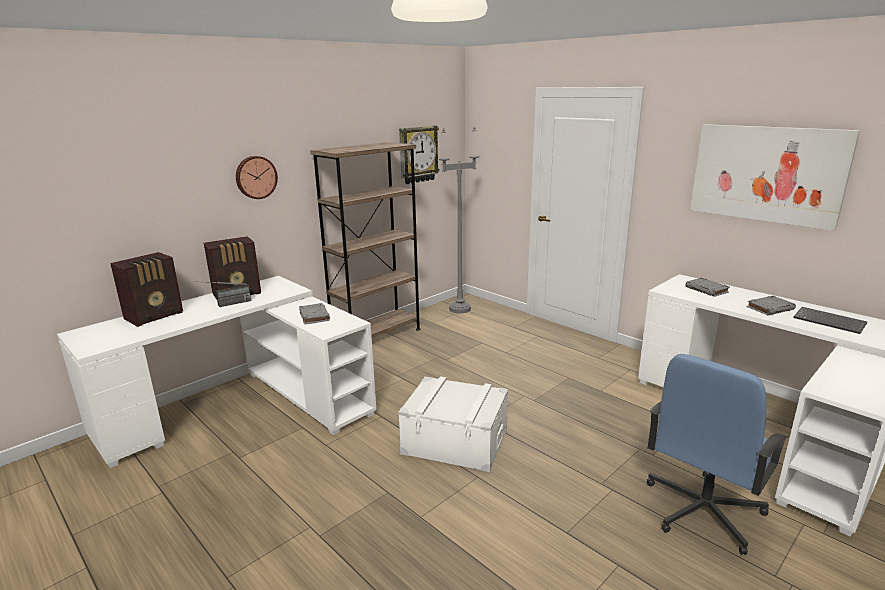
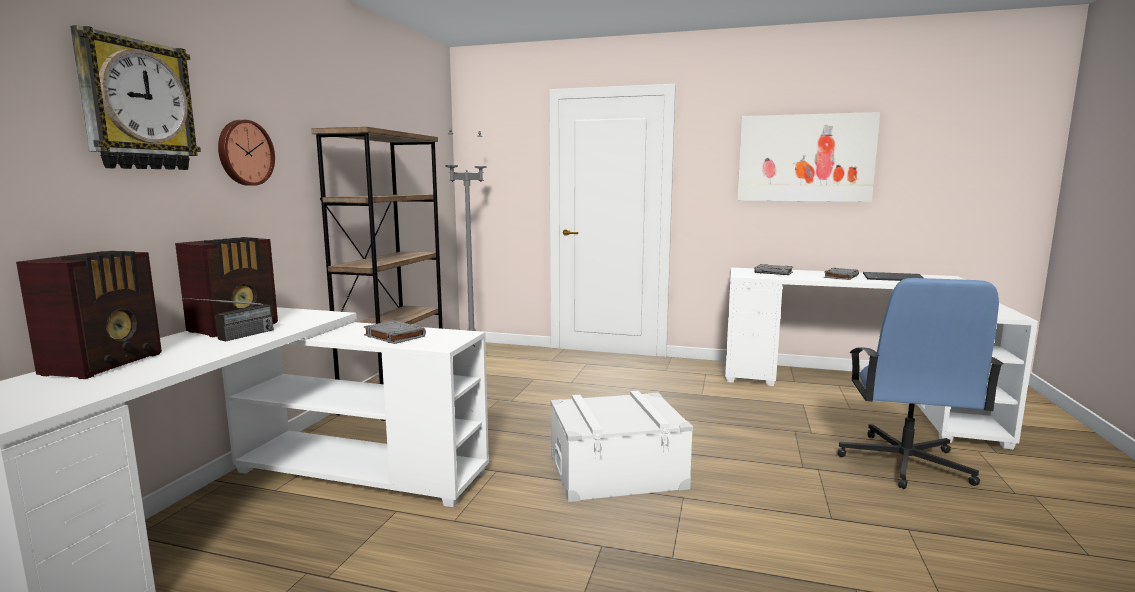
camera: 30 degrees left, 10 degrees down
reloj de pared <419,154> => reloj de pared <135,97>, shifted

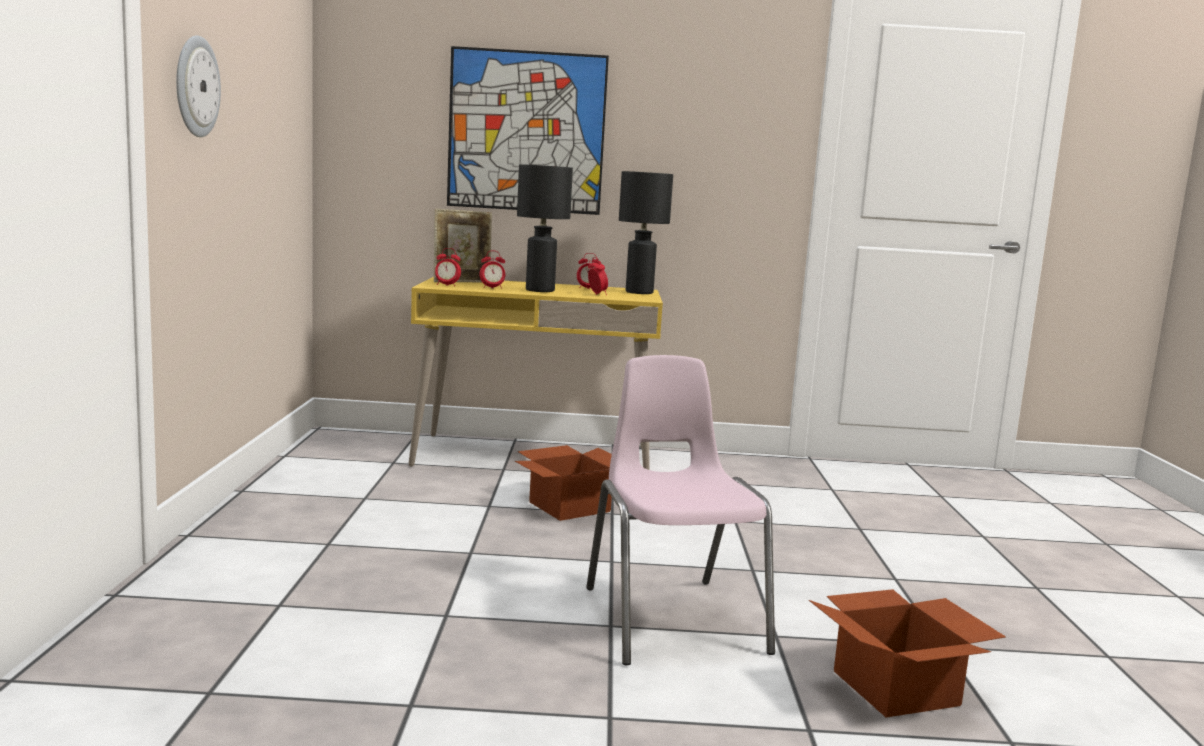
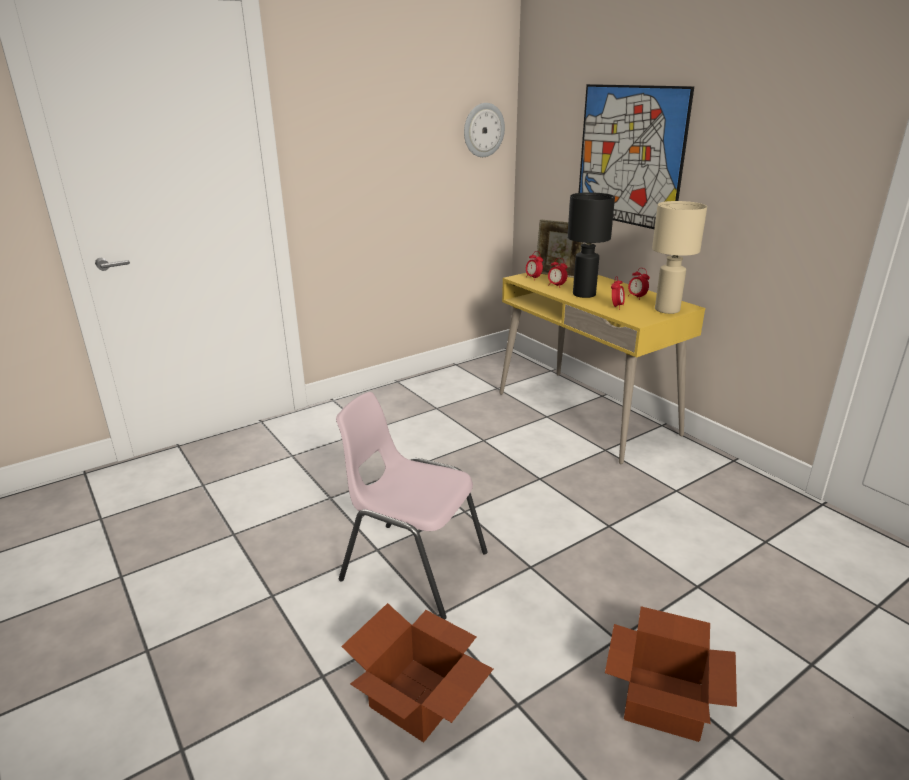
camera: 55 degrees right, 15 degrees up
silla (rosa) <680,510> => silla (rosa) <412,506>, 105 degrees counterclockwise
reloj de pared <198,86> => reloj de pared <484,130>, shifted
caja de cartón <563,483> => caja de cartón <671,674>, shifted
lámpara de mesa (negro) <646,232> => lámpara de mesa (beis) <679,257>

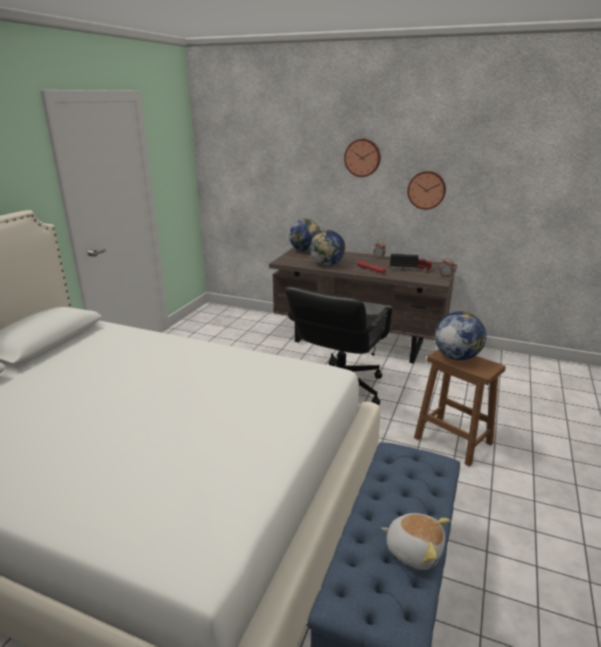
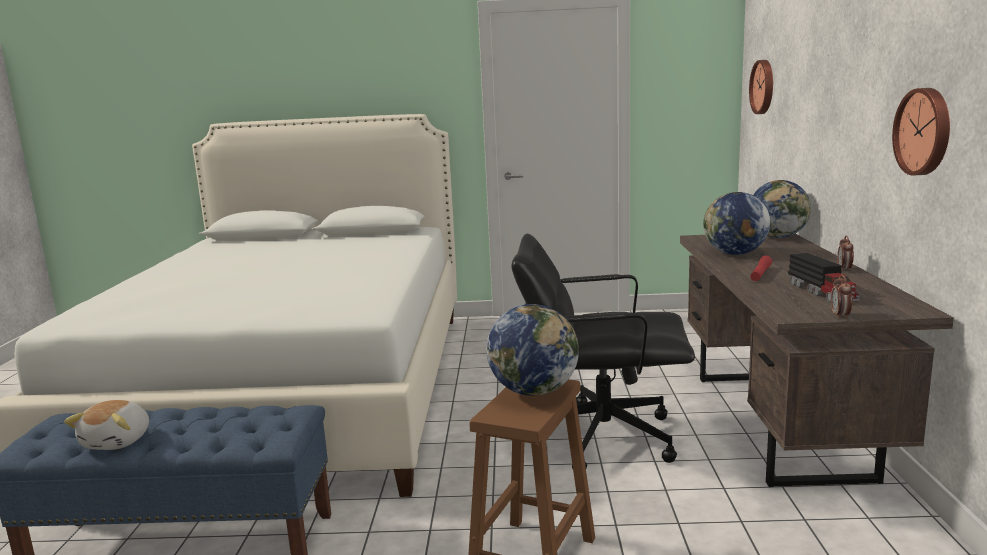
camera: 70 degrees right, 10 degrees down
reloj de pared <362,158> => reloj de pared <761,87>, shifted

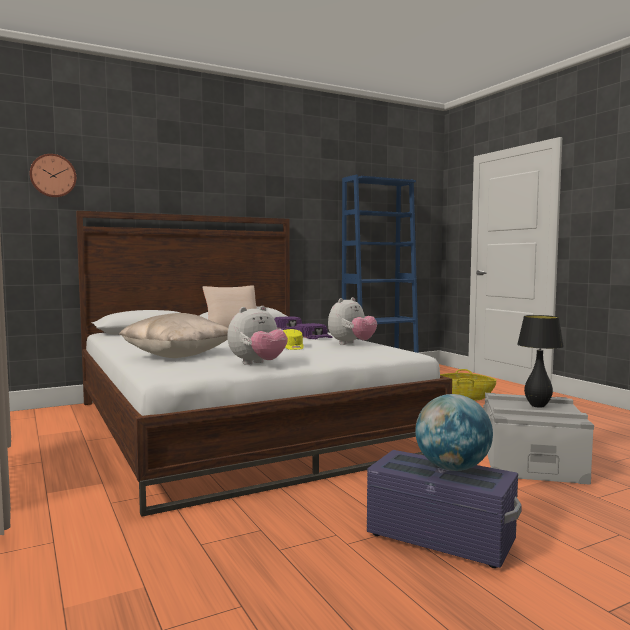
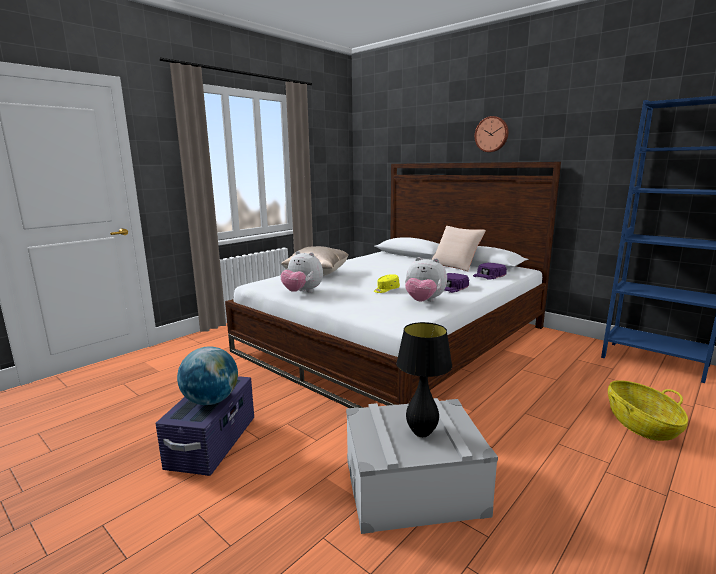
camera: 70 degrees right, 10 degrees up
reloj de pared <53,176> => reloj de pared <491,134>, shifted

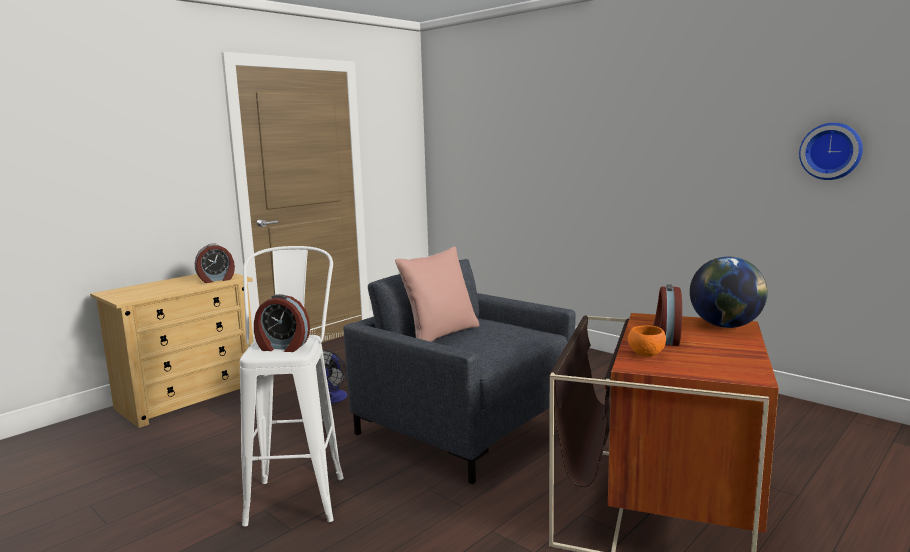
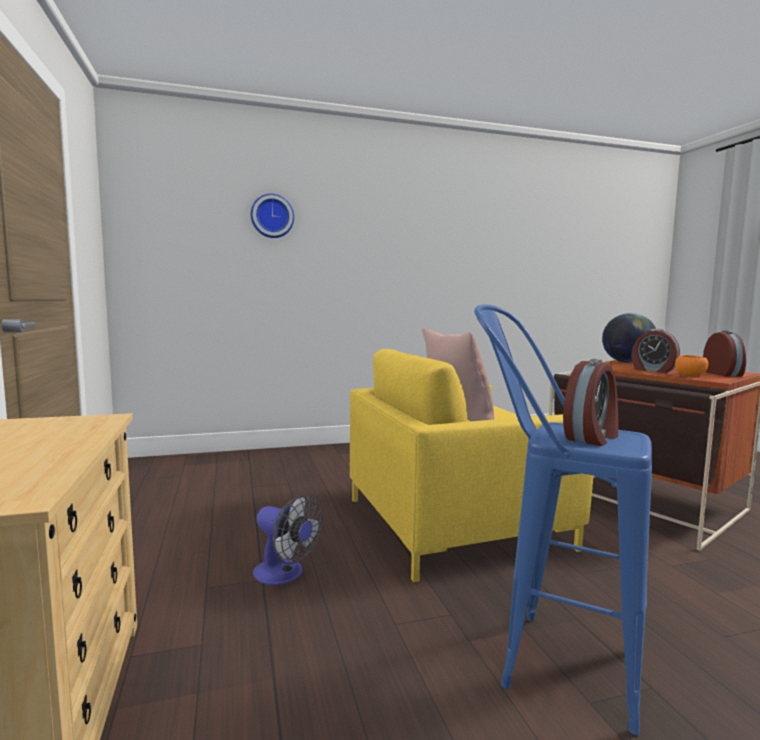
camera: 60 degrees left, 5 degrees down
reloj de pared <831,151> => reloj de pared <272,216>, shifted
sillón (gris) <459,371> => sillón (amarillo) <471,465>
taburete (blanco) <292,386> => taburete (azul) <563,519>
despertador <215,263> => despertador <724,354>, shifted

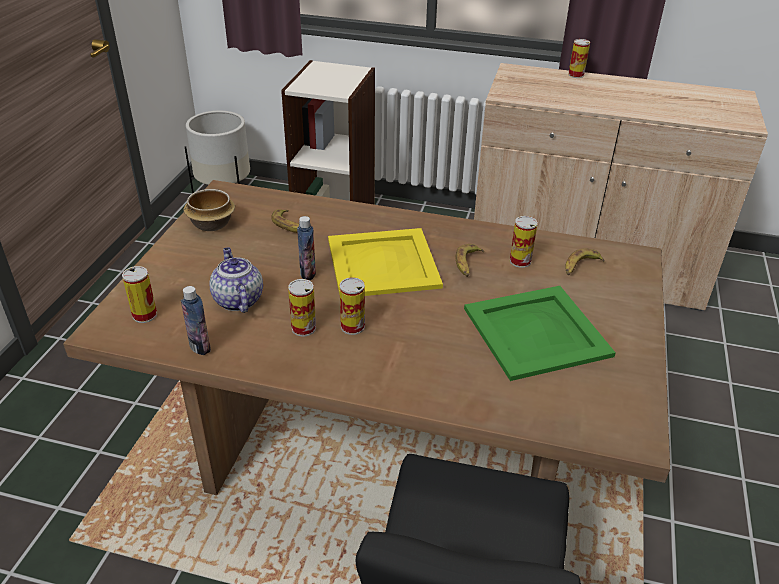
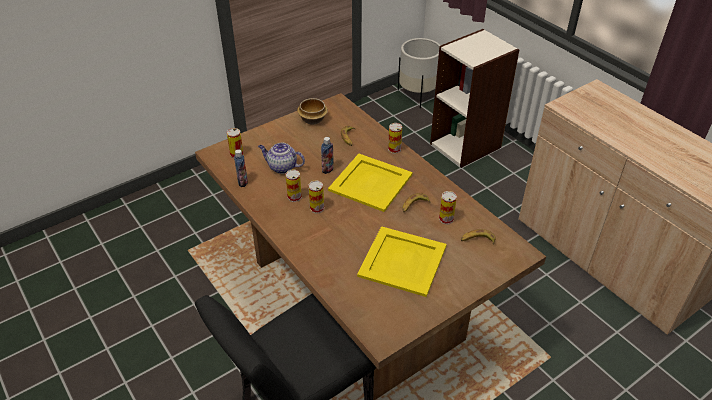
camera: 40 degrees right, 5 degrees up
tetera <236,280> => tetera <281,158>, 90 degrees counterclockwise
bandeja (verde) <540,333> => bandeja (amarillo) <402,261>
lata <579,58> => lata <395,138>, shifted

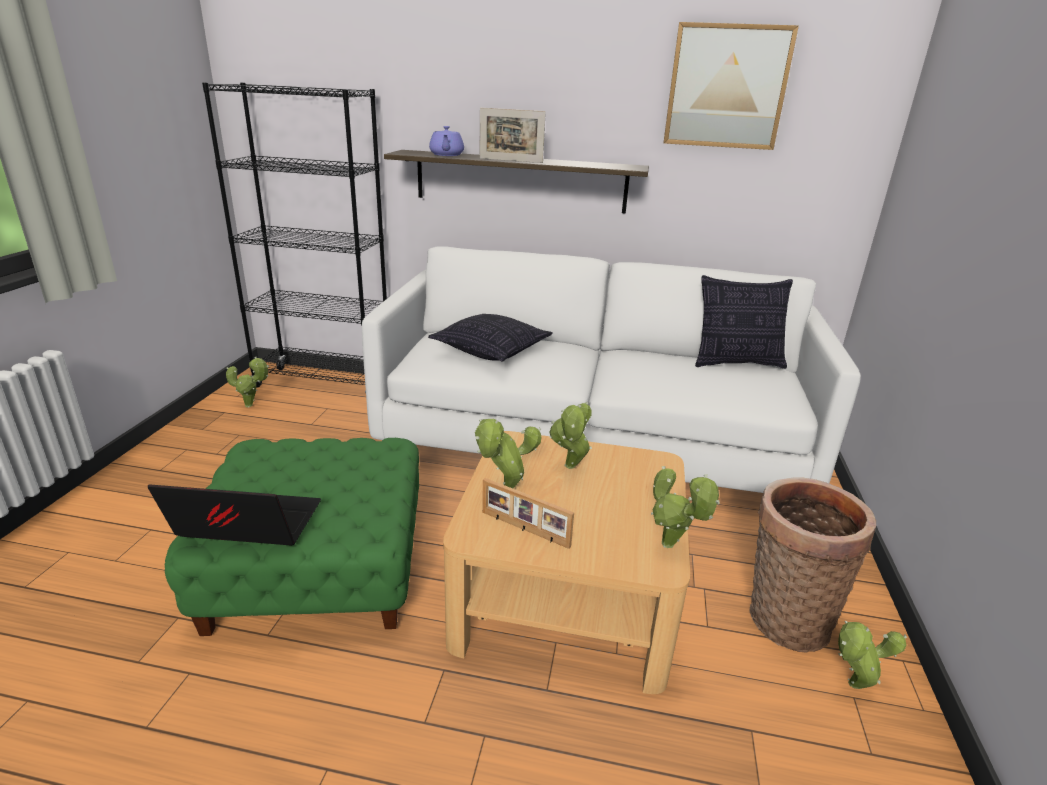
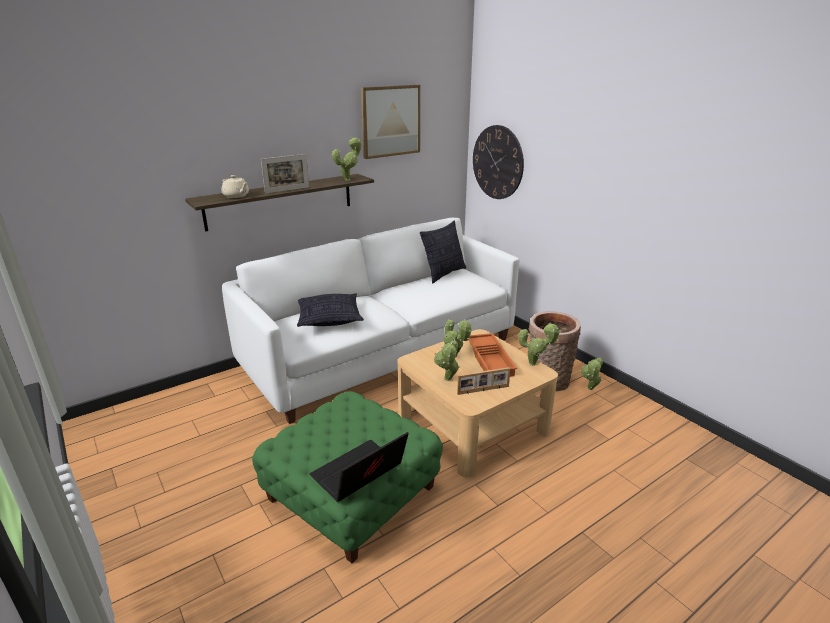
camera: 45 degrees left, 0 degrees up
tetera (morado) <446,141> => tetera (beis) <235,186>
planta en maceta <247,382> => planta en maceta <347,159>, shifted
nothing => bandeja (naranja) <493,355>
nothing => reloj de pared <498,162>
estantería (negro) <294,238> => nothing

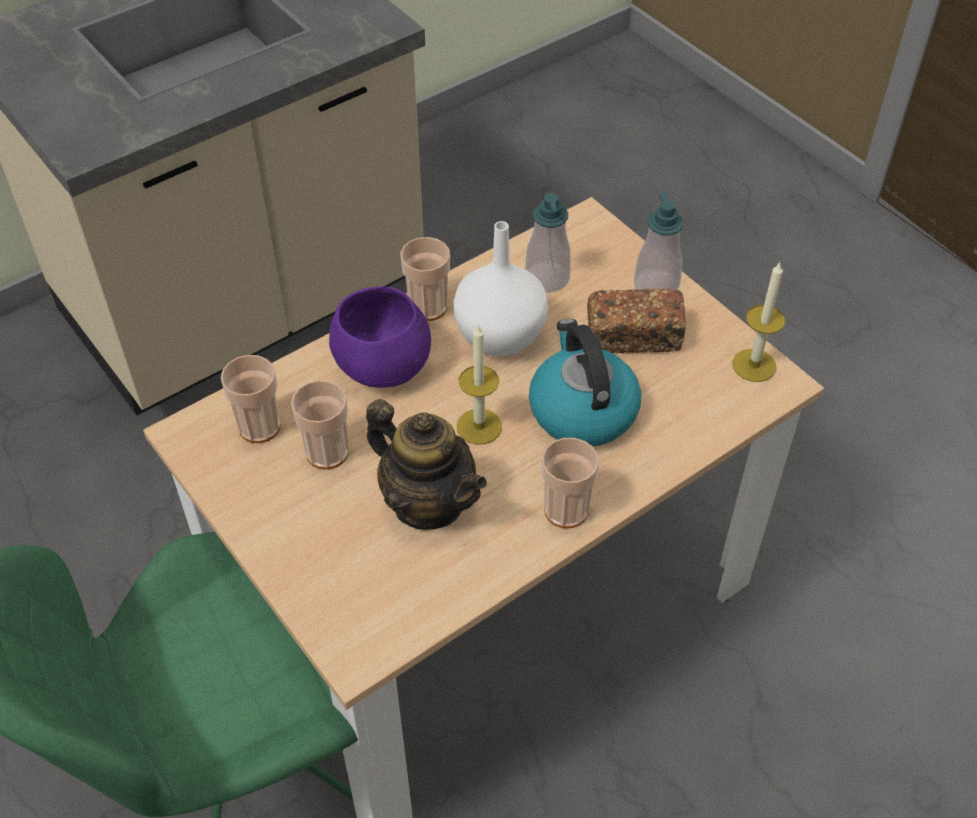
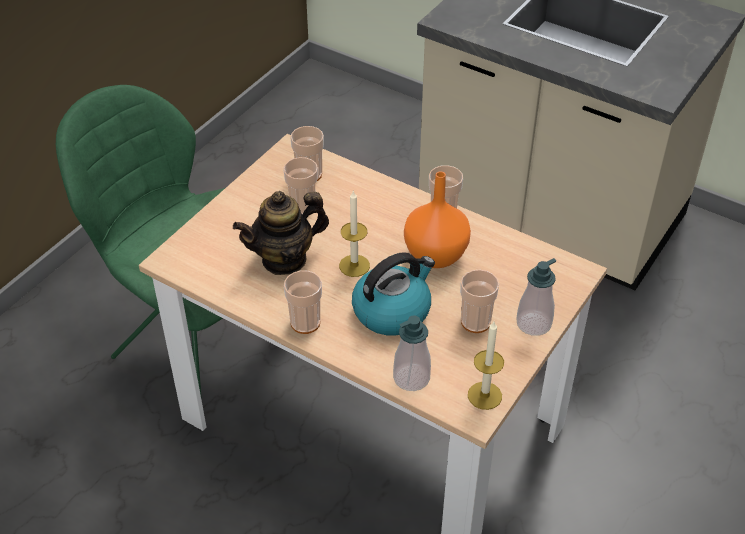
camera: 70 degrees right, 5 degrees down
tetera <426,464> => tetera <281,233>, 45 degrees clockwise
dispensador de jabón <548,243> => dispensador de jabón <412,353>, shifted
florero (blanco) <501,289> => florero (naranja) <437,219>
pan <636,320> => taza <479,301>
cuenco (morado) <380,337> => nothing

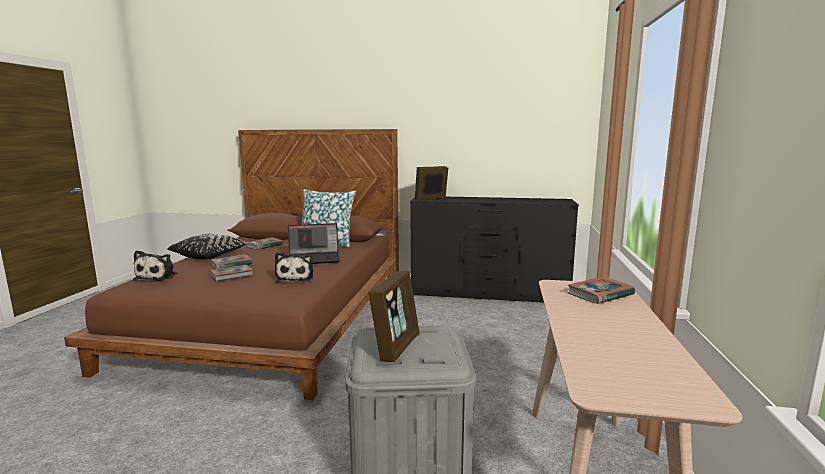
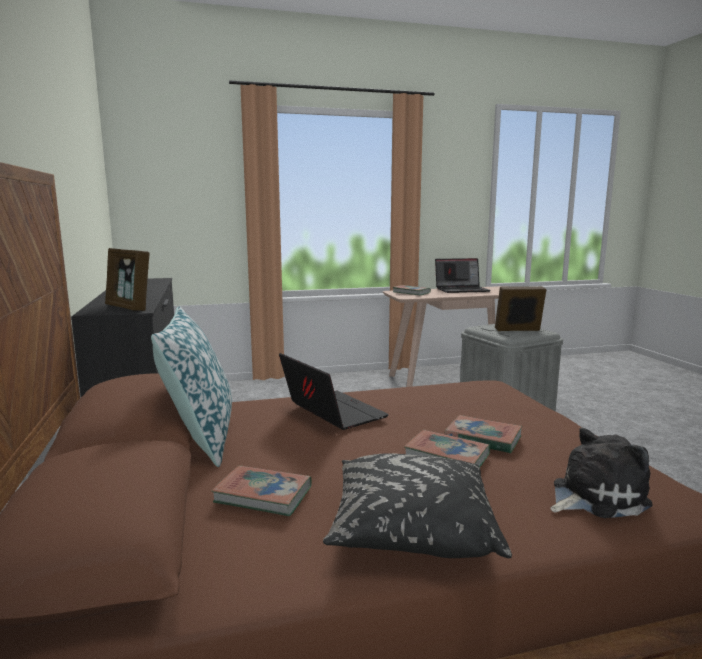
camera: 115 degrees left, 0 degrees up
nothing => portátil <463,275>
peluche <294,267> => nothing

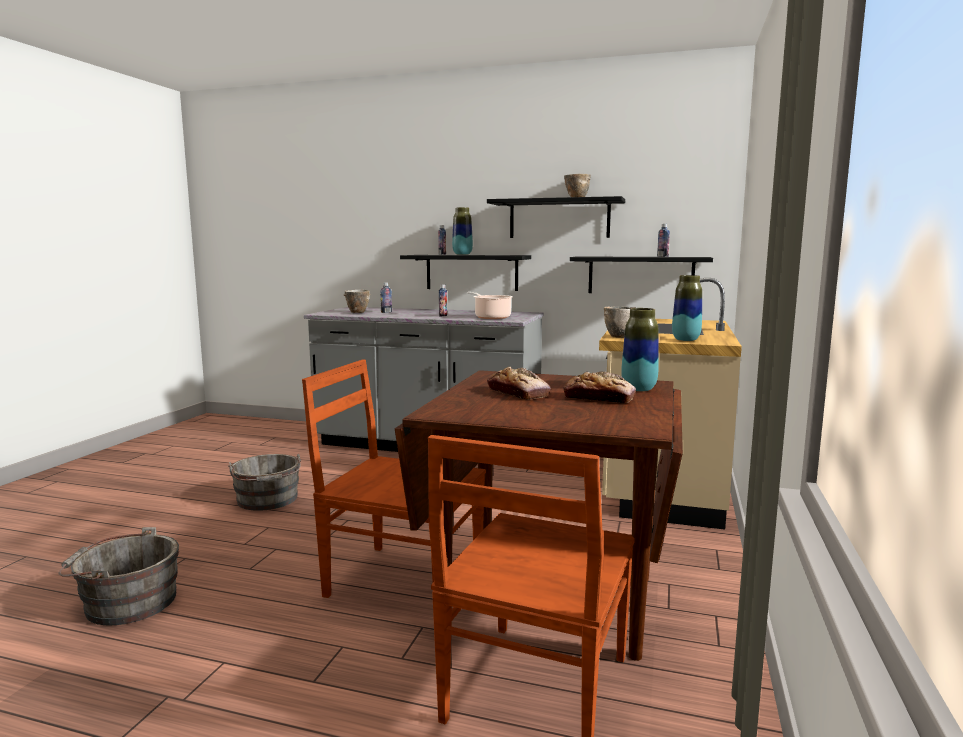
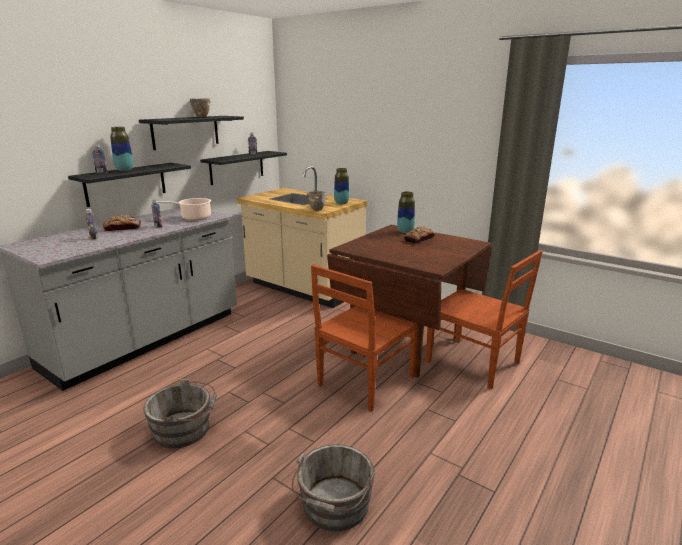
camera: 70 degrees left, 10 degrees up
pan <519,383> => pan <122,223>, shifted
cuenco <357,301> => nothing

